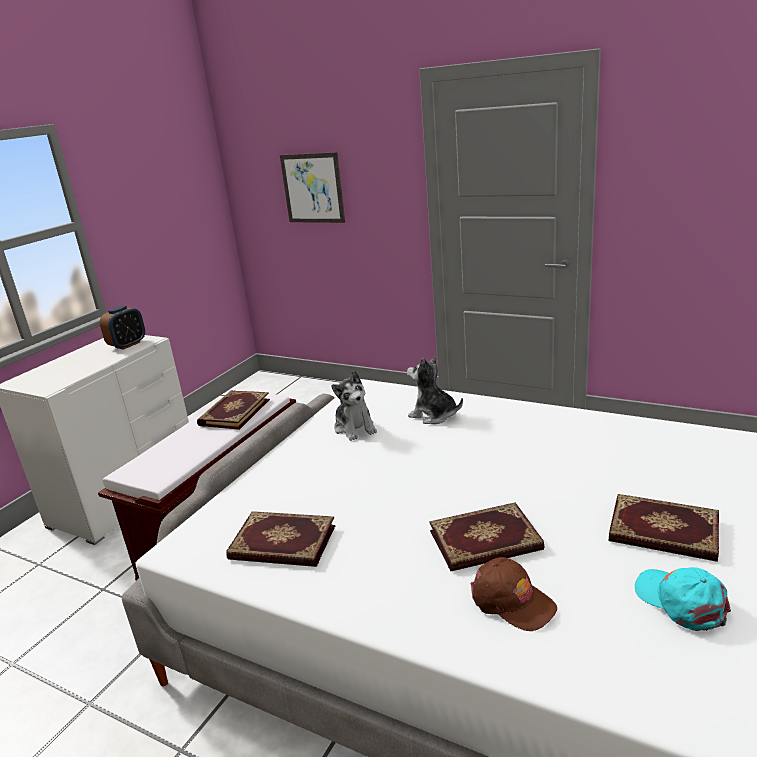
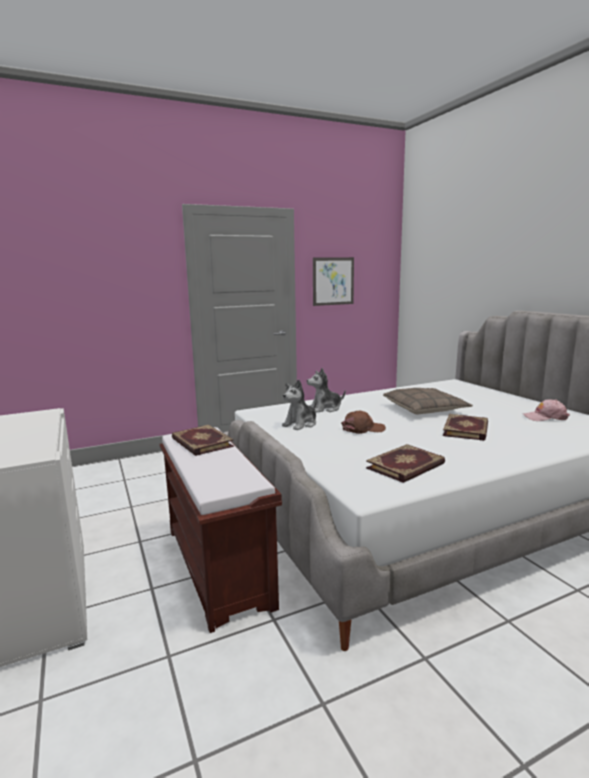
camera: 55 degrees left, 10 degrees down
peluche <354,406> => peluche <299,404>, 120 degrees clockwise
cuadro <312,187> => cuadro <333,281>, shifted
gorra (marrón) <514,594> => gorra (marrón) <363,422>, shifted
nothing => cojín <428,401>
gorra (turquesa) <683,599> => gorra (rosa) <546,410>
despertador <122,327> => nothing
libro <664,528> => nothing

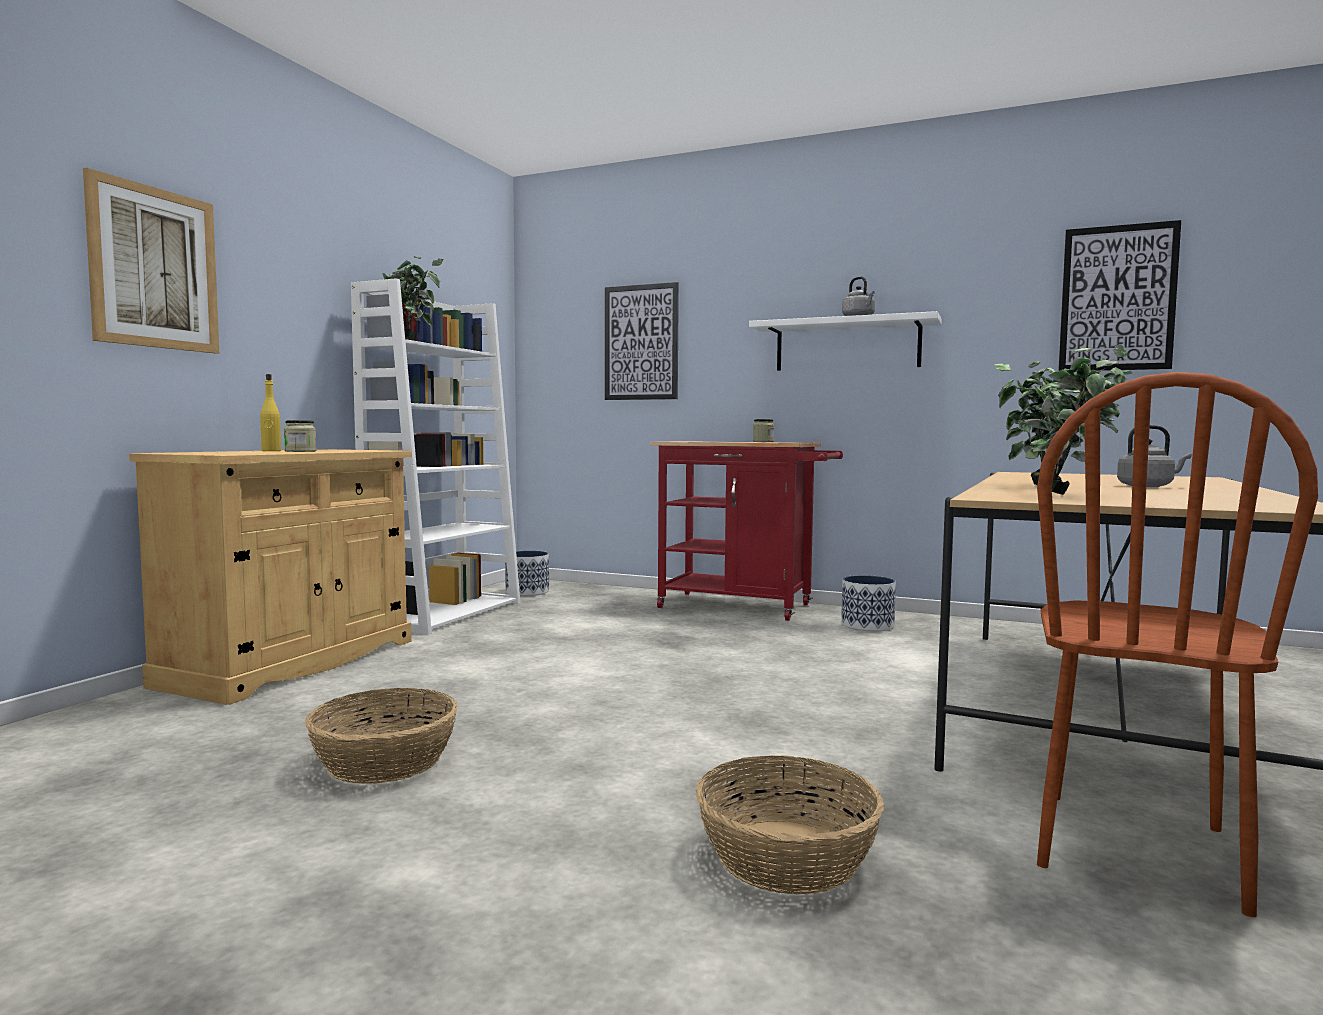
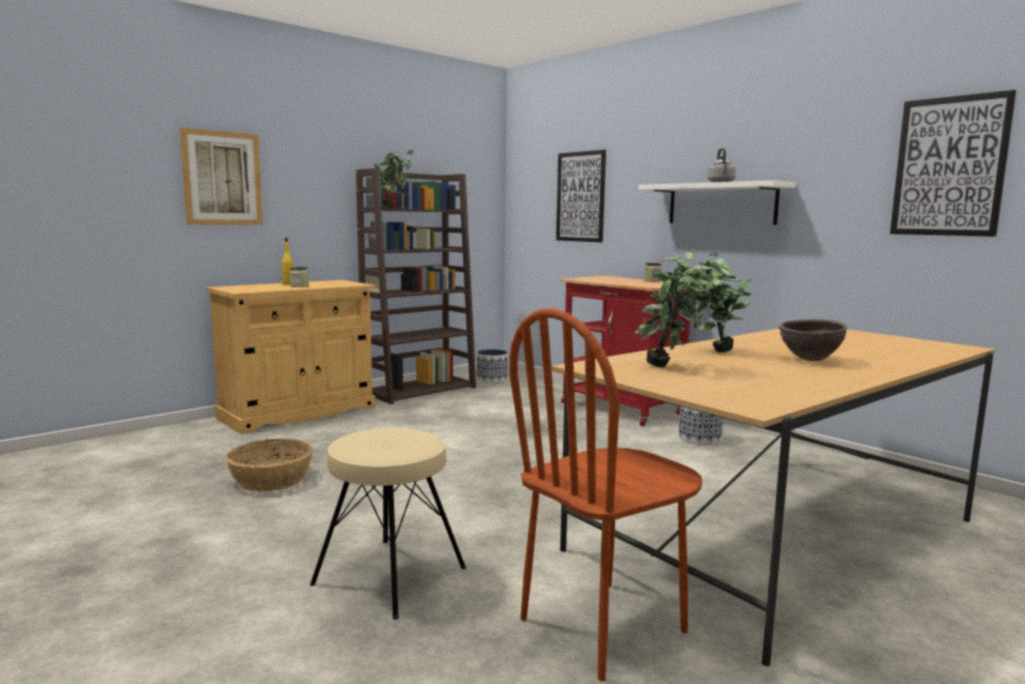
camera: 25 degrees right, 5 degrees up
cesta <790,825> => taburete (beis) <388,524>
estantería (blanco) <435,456> => estantería (marrón) <416,286>
hervidor (gris) <1154,456> => cuenco (marrón) <813,340>

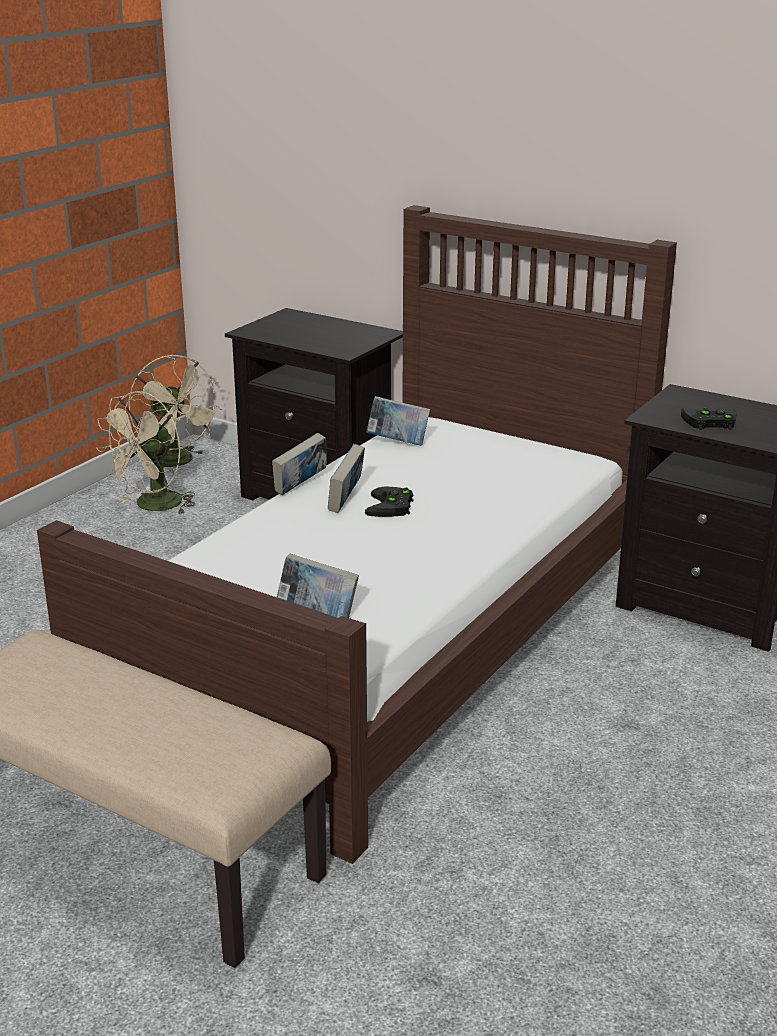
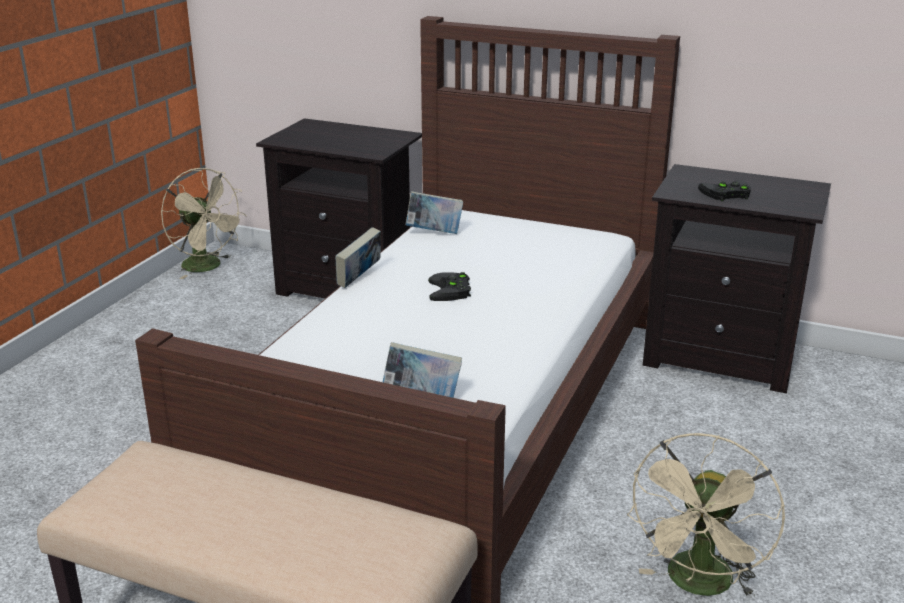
camera: 10 degrees left, 0 degrees up
ventilador (beis) <145,453> => ventilador (beis) <706,515>, shifted
libro <346,478> => nothing

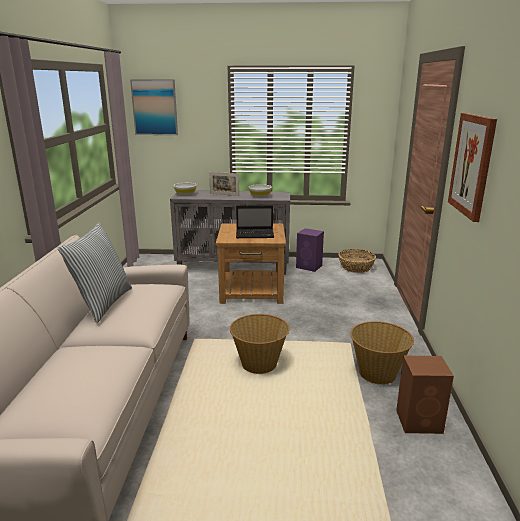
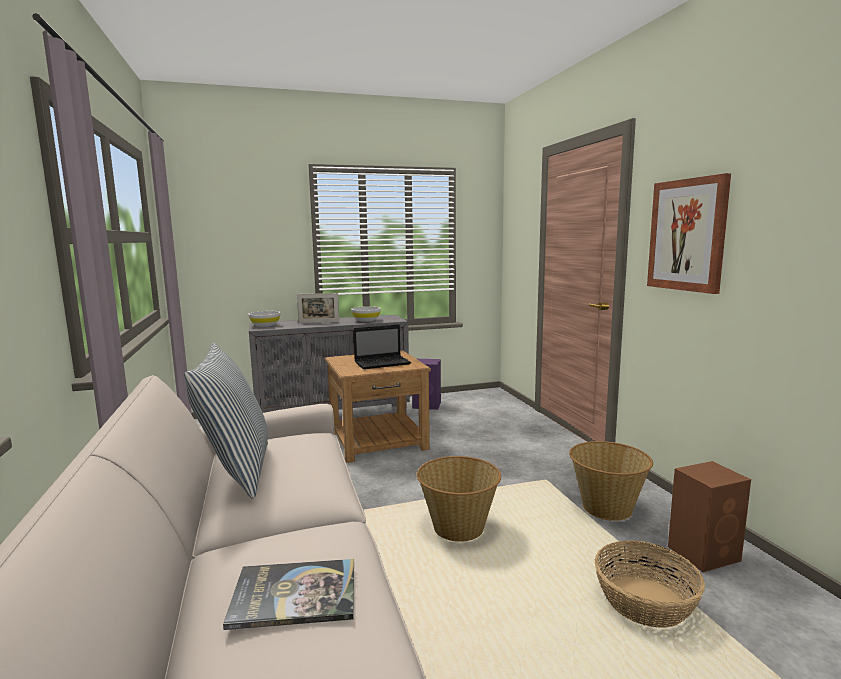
camera: 20 degrees left, 10 degrees down
nothing => libro <288,594>
cesta <357,261> => cesta <650,584>, shifted
cuadro <154,107> => nothing

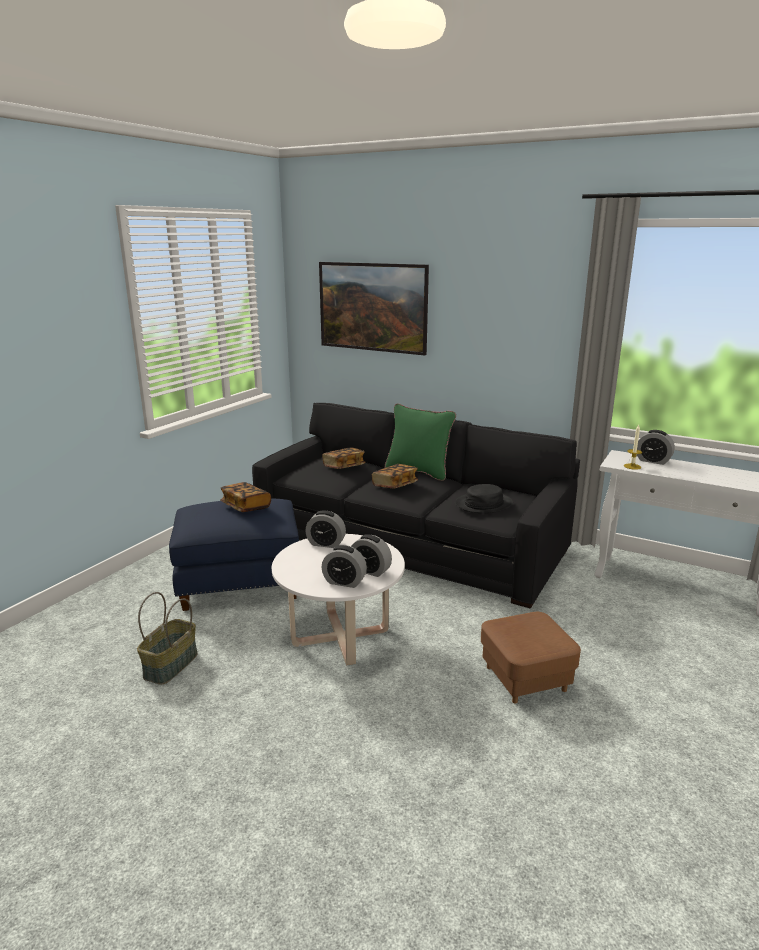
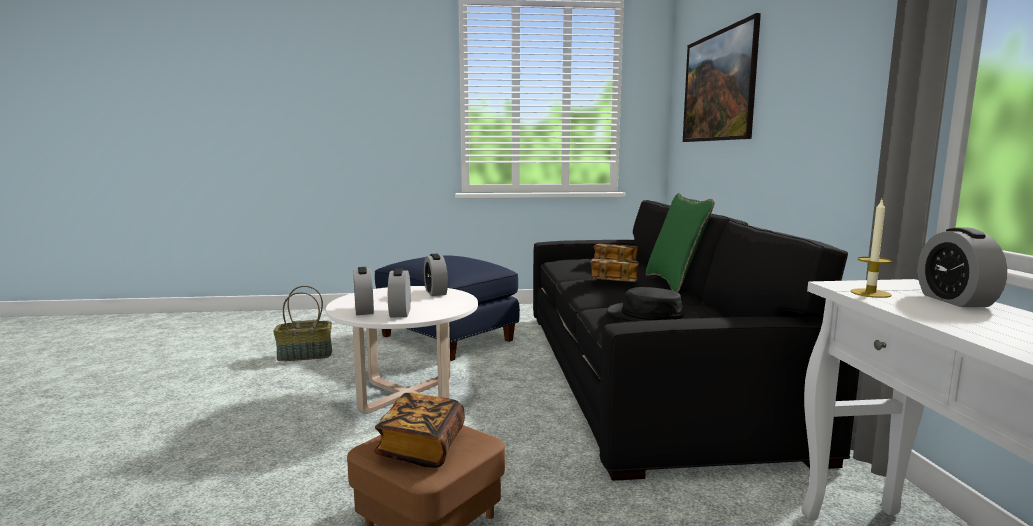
camera: 55 degrees right, 10 degrees down
libro <245,497> => libro <419,430>, shifted

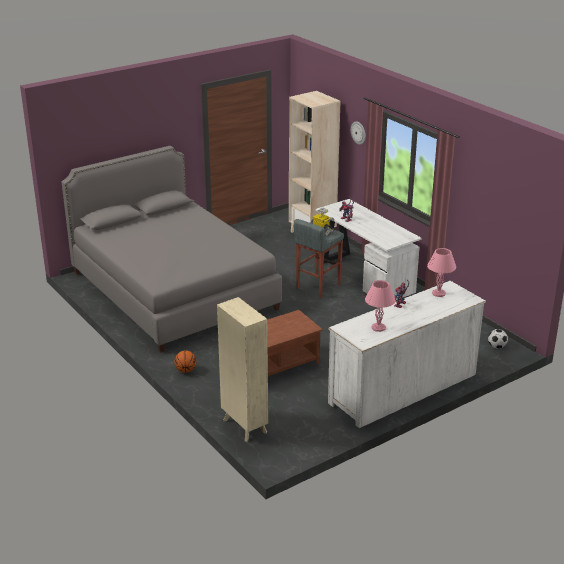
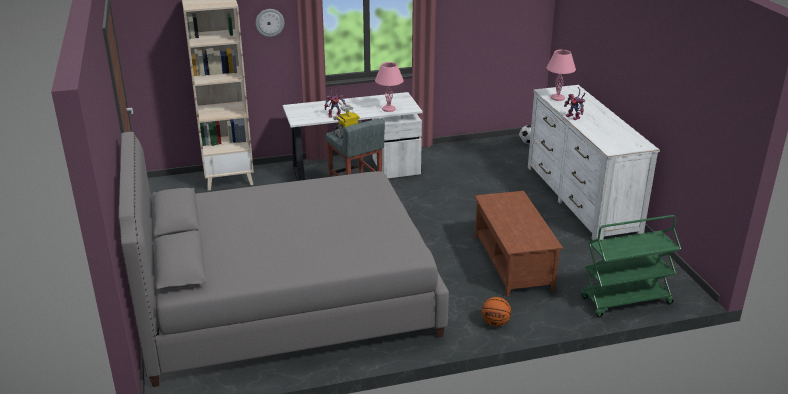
camera: 70 degrees left, 0 degrees up
lámpara de mesa (rosa) <380,306> => lámpara de mesa (rosa) <389,87>, shifted
estantería (beis) <242,369> => carrito (verde) <631,266>

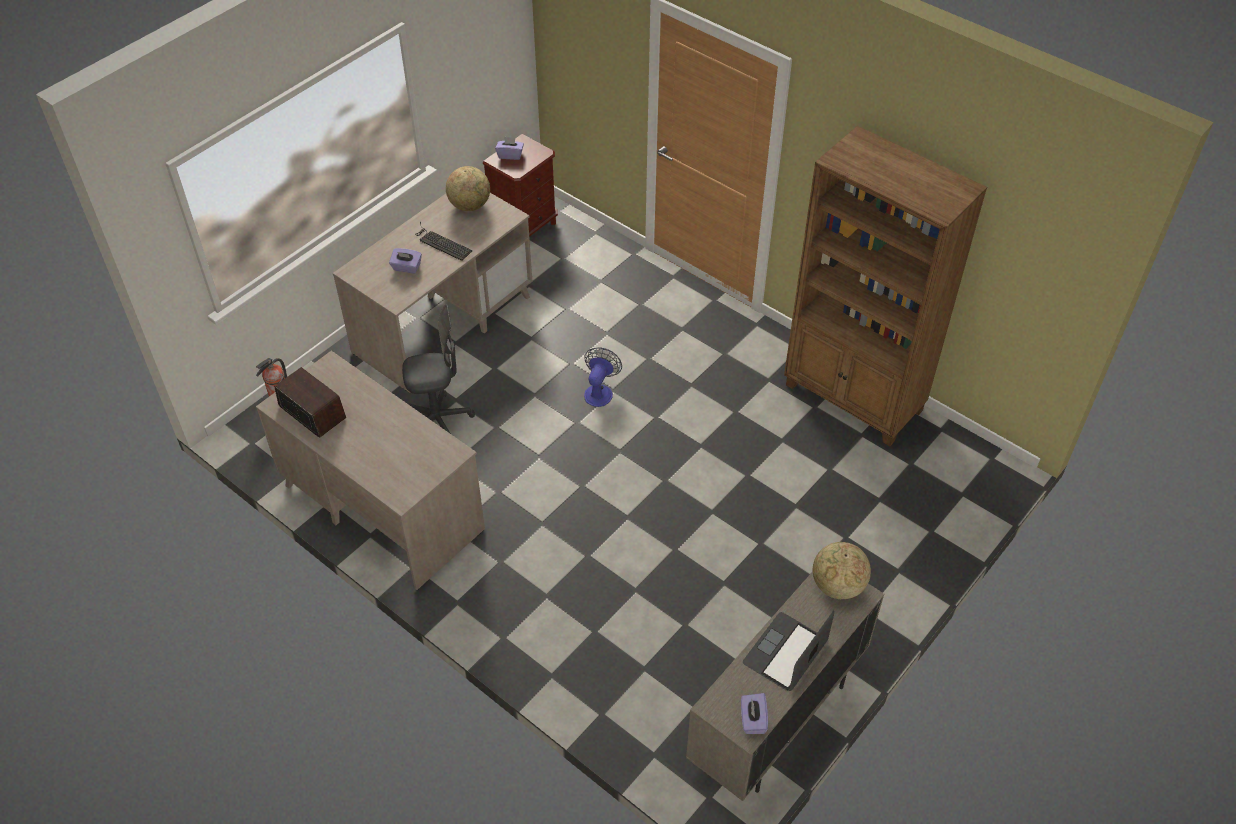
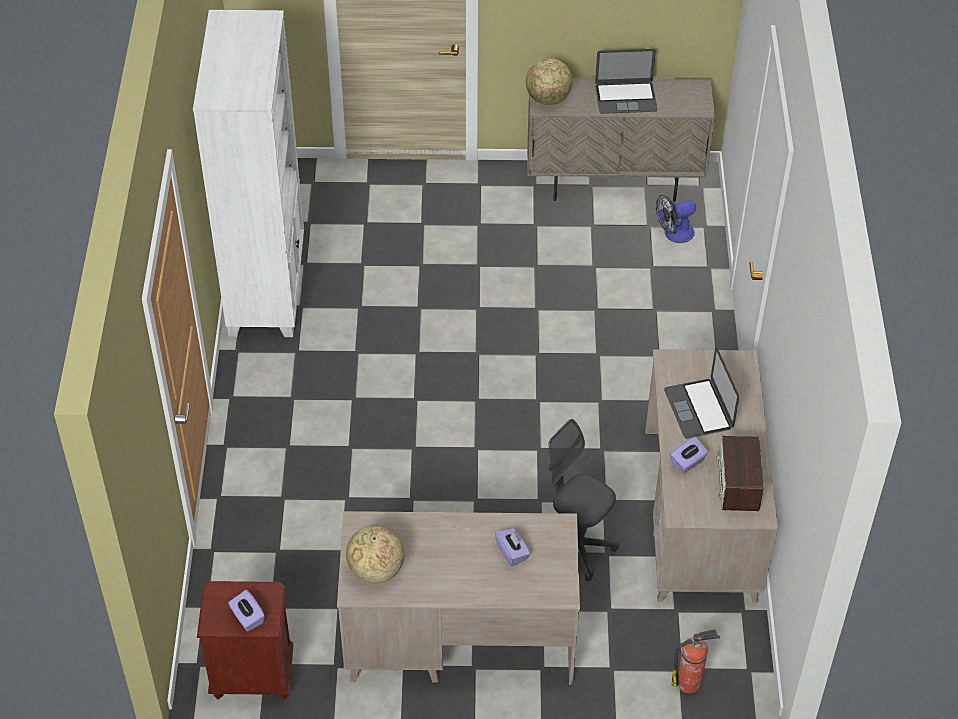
camera: 130 degrees left, 0 degrees up
estantería (marrón) <885,286> => estantería (blanco) <248,173>
ventilador <603,377> => ventilador <676,219>, shifted
nothing => portátil <701,393>
caja de pañuelos (morado) <754,713> => caja de pañuelos (morado) <689,455>, shifted
teclado <444,241> => nothing

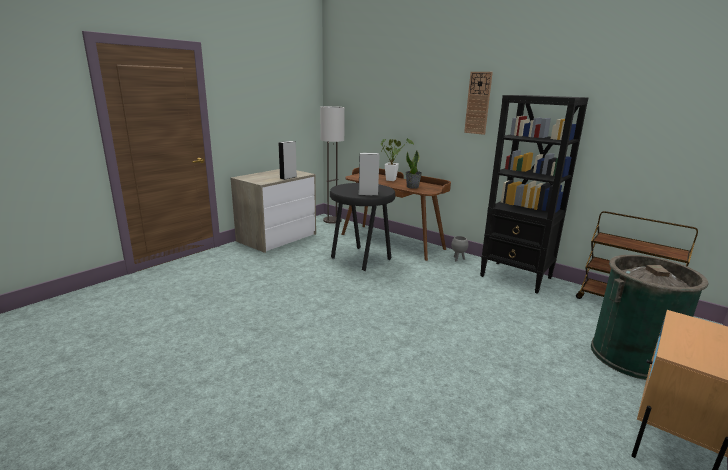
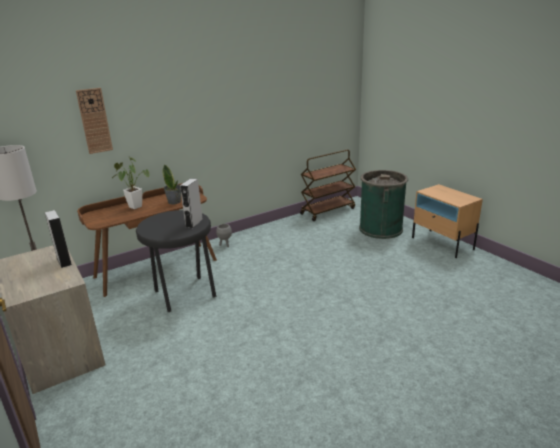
camera: 70 degrees left, 5 degrees up
reloj de pared <478,103> => reloj de pared <94,121>, shifted
estantería (negro) <534,194> => nothing

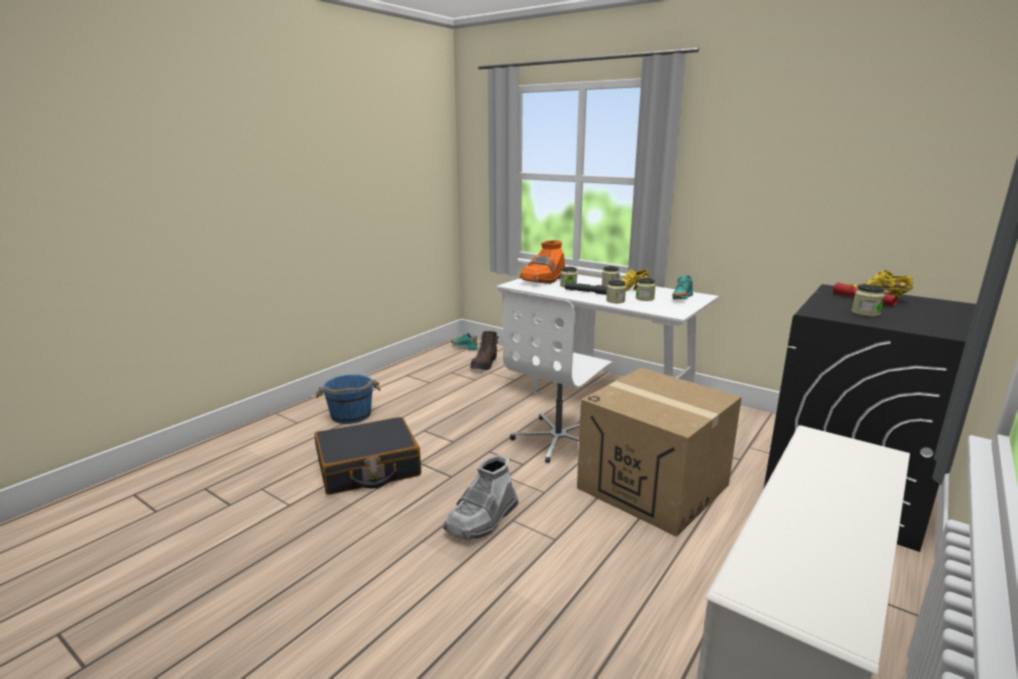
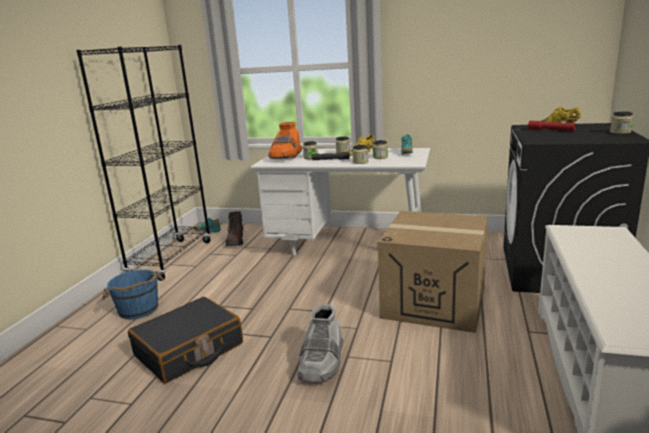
camera: 20 degrees left, 0 degrees up
nothing => estantería (negro) <143,163>
tarro <868,300> => tarro <621,122>, shifted
silla de oficina (blanco) <557,377> => nothing

